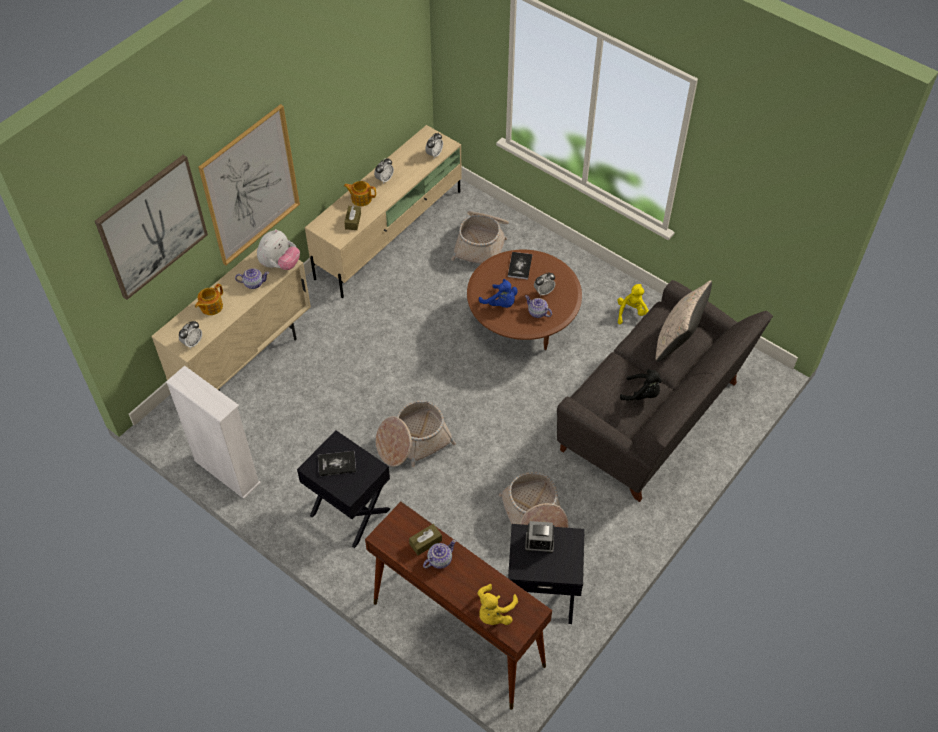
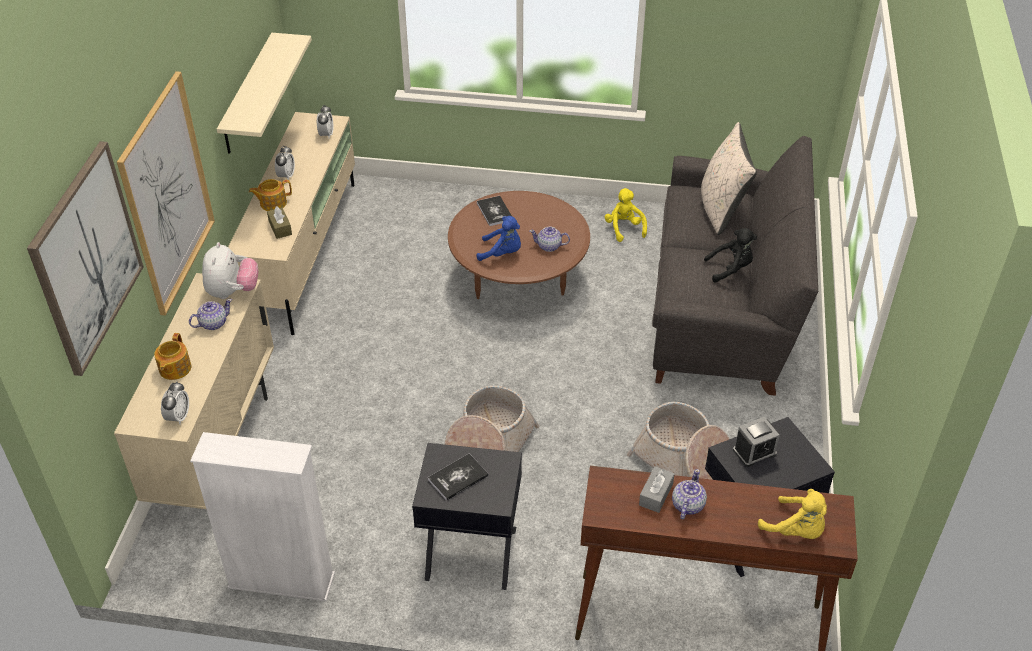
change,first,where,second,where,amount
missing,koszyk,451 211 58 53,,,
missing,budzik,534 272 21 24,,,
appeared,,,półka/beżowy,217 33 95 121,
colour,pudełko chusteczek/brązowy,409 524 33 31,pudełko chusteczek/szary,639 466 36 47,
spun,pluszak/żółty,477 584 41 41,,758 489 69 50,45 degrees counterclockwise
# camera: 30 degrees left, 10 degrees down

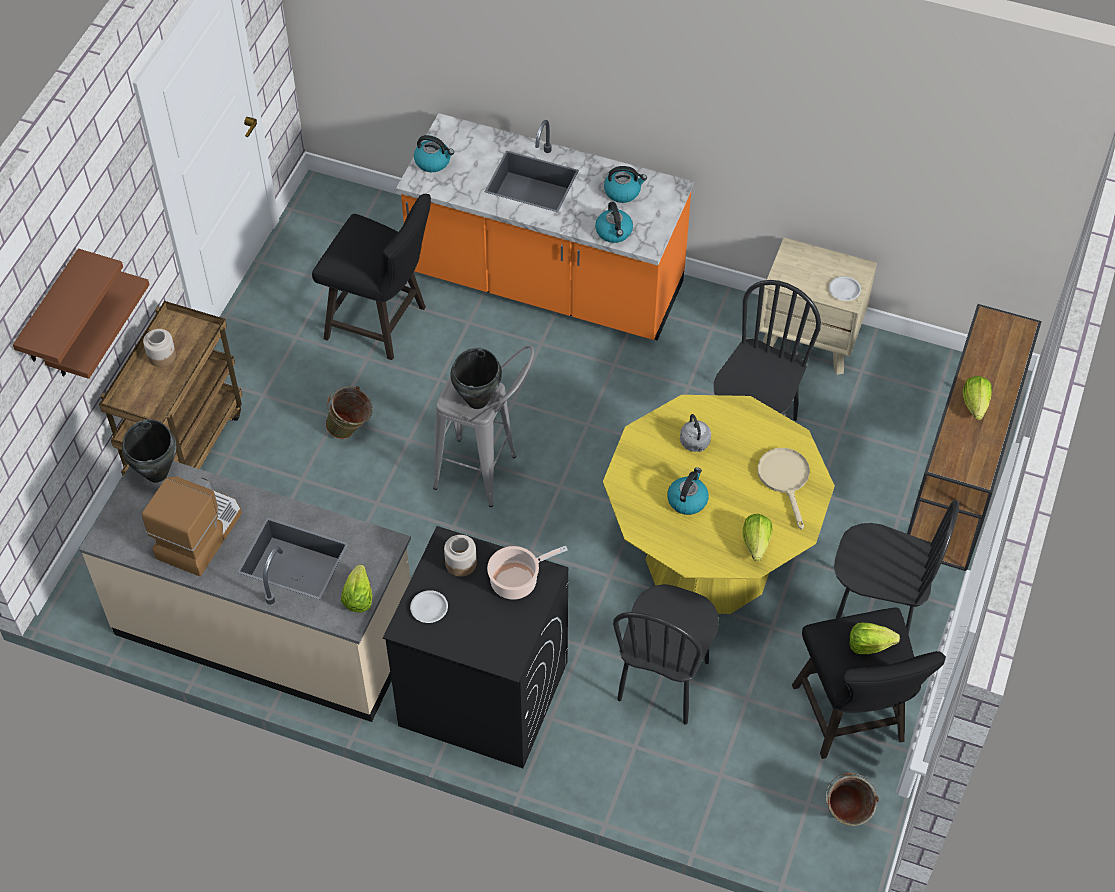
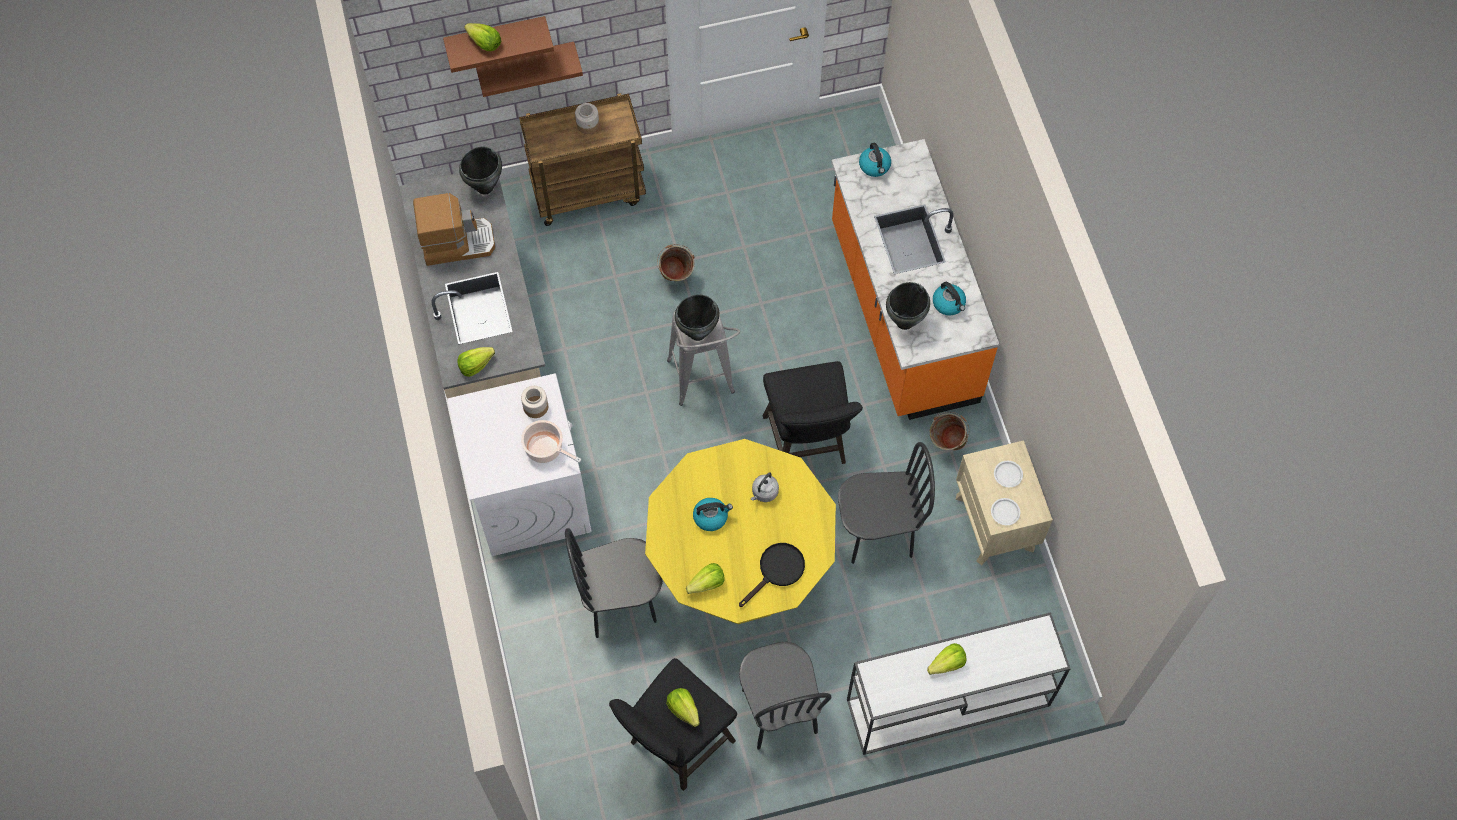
change,first,where,second,where,amount
appeared,,,sałata,464 23 37 28,
relocated,stołek/czarny,312 194 119 166,,762 361 101 103,
relocated,talerz/biały,410 590 38 33,,994 461 29 26,
relocated,wiadro/zielony,826 773 53 53,,930 412 39 39,
exchanged,czajnik,595 202 38 41,garnek/czarny,886 282 44 48,
colour,pralka/czarny,383 526 185 242,pralka/biały,447 374 145 182,
colour,patelnia/beżowy,757 448 53 82,patelnia/czarny,739 543 66 64,
colour,stolik konsolowy/brązowy,907 304 135 267,stolik konsolowy/biały,847 612 224 143,
# camera: 55 degrees right, 10 degrees up

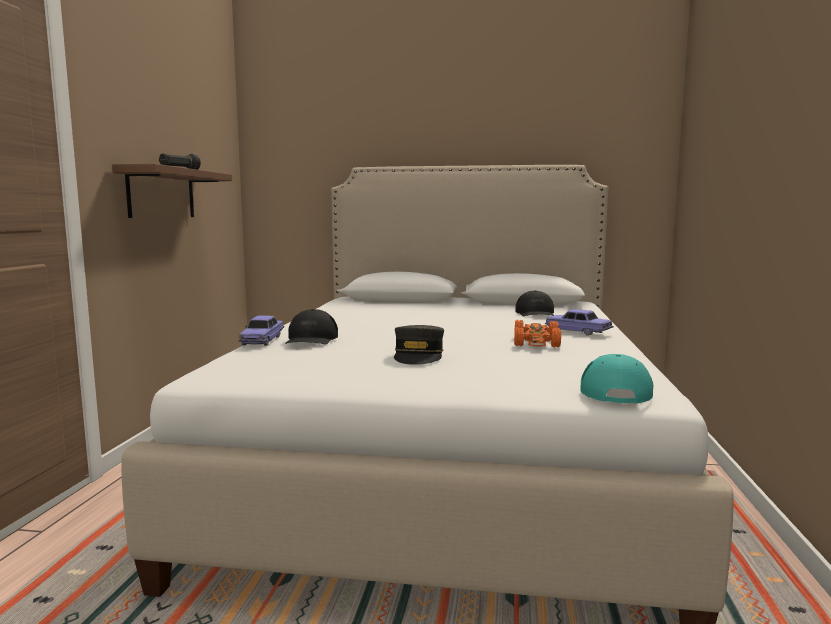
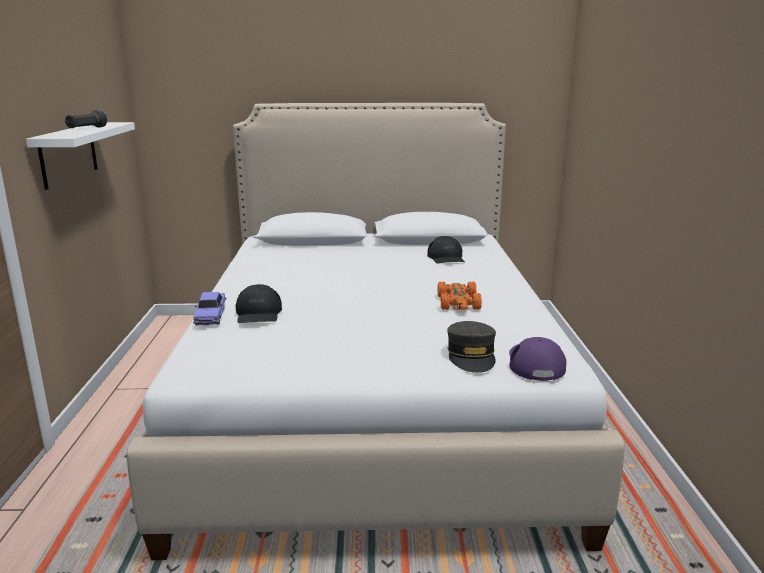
change,first,where,second,where,amount
missing,samochodzik,545 309 69 27,,,
relocated,czapka z daszkiem/szary,394 325 50 40,,447 321 49 52,
colour,półka/brązowy,112 164 120 54,półka/biały,26 122 109 68,
colour,czapka z daszkiem/turkusowy,580 354 74 50,czapka z daszkiem/fioletowy,509 337 58 44,
# camera: 10 degrees left, 10 degrees up

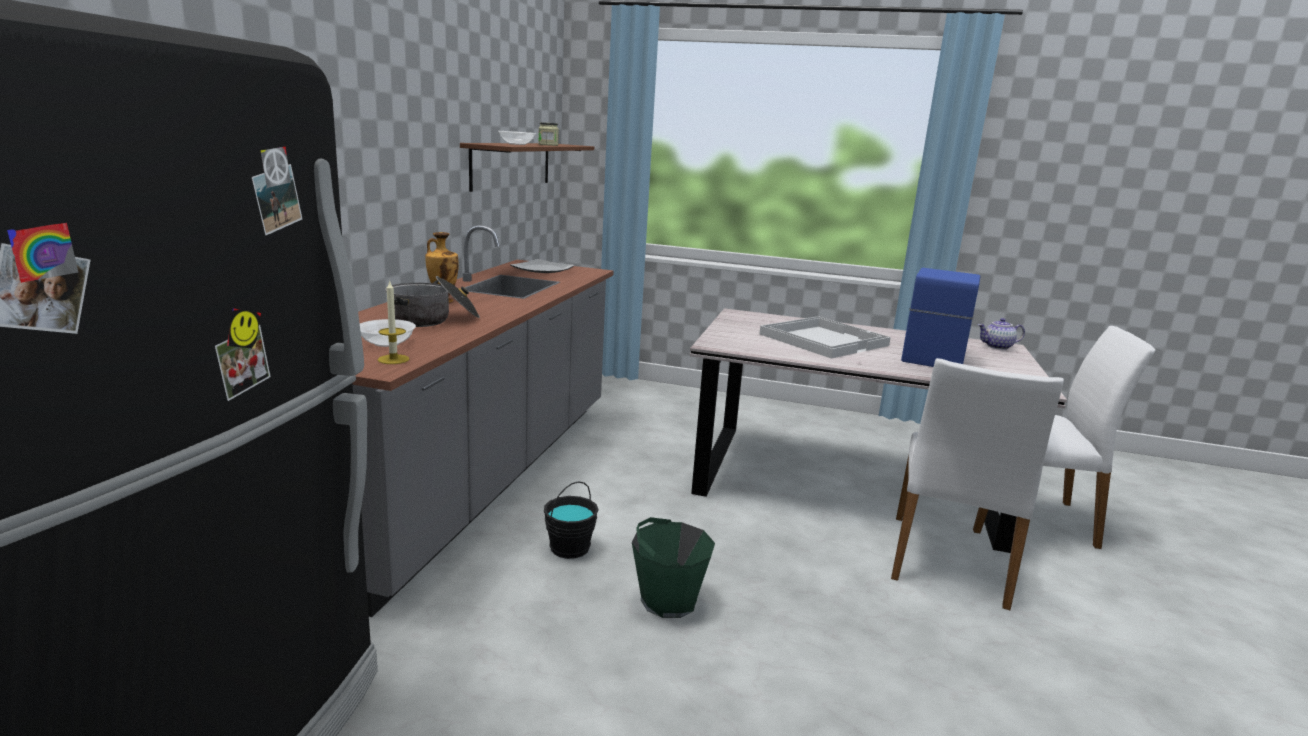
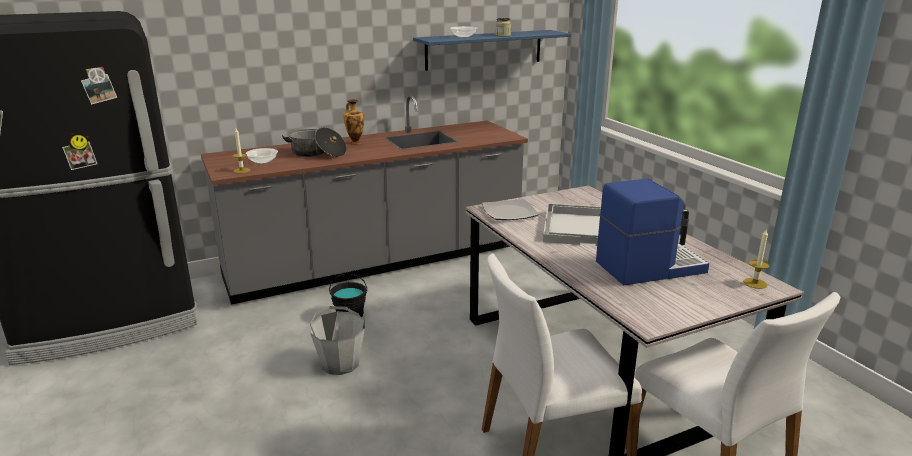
change,first,where,second,where,amount
relocated,talerz,510 259 65 14,,482 199 57 21,
exchanged,imbryk,978 318 47 32,świeca,743 230 27 59,
colour,półka/brązowy,460 143 134 49,półka/niebieski,413 30 158 41,
colour,wiadro/zielony,632 517 83 101,wiadro/szary,310 306 55 69,
# camera: 50 degrees right, 5 degrees up

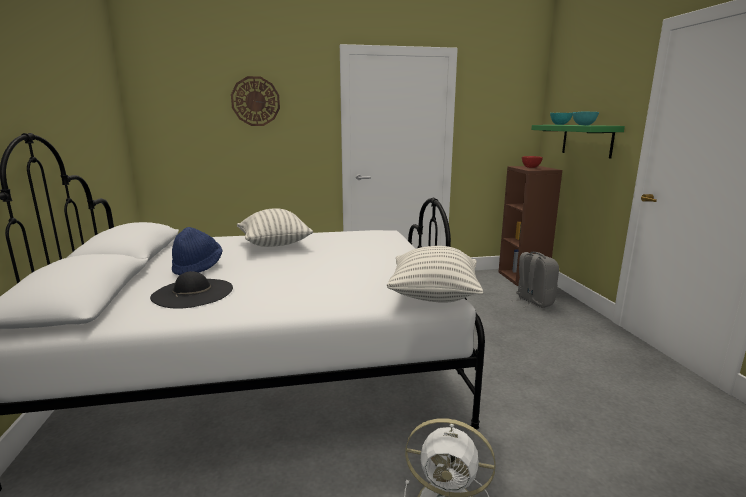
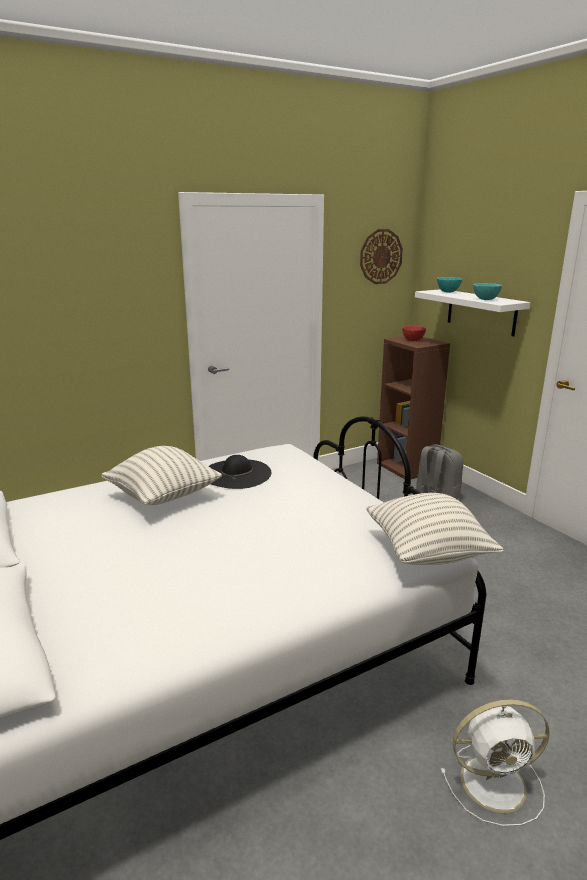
change,first,where,second,where,amount
missing,kapelusz/niebieski,172 227 50 48,,,
relocated,kapelusz/czarny,150 271 83 38,,208 455 63 34,
relocated,zegar ścienny,231 76 49 50,,360 229 43 55,
colour,półka/zielony,531 125 94 34,półka/biały,415 289 115 47,
# camera: 20 degrees left, 5 degrees up

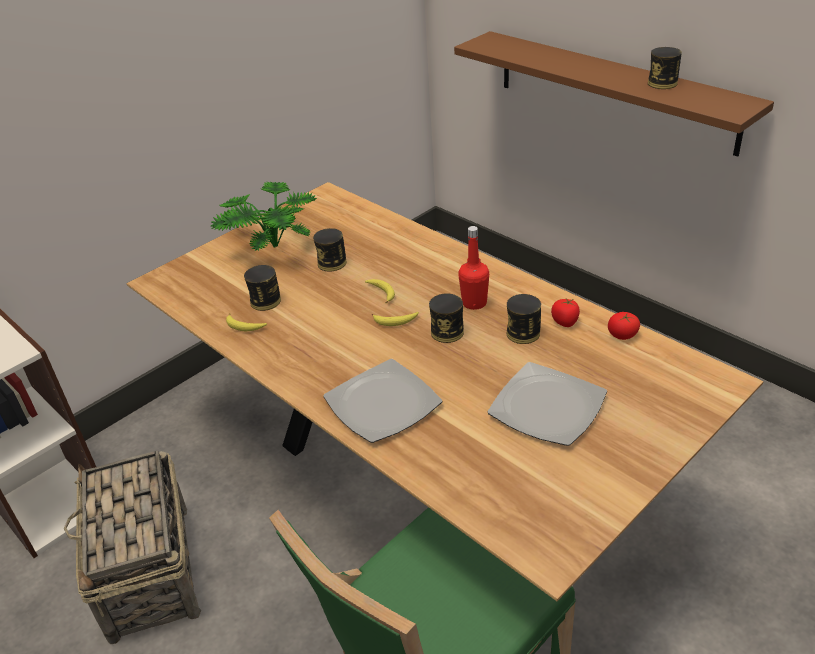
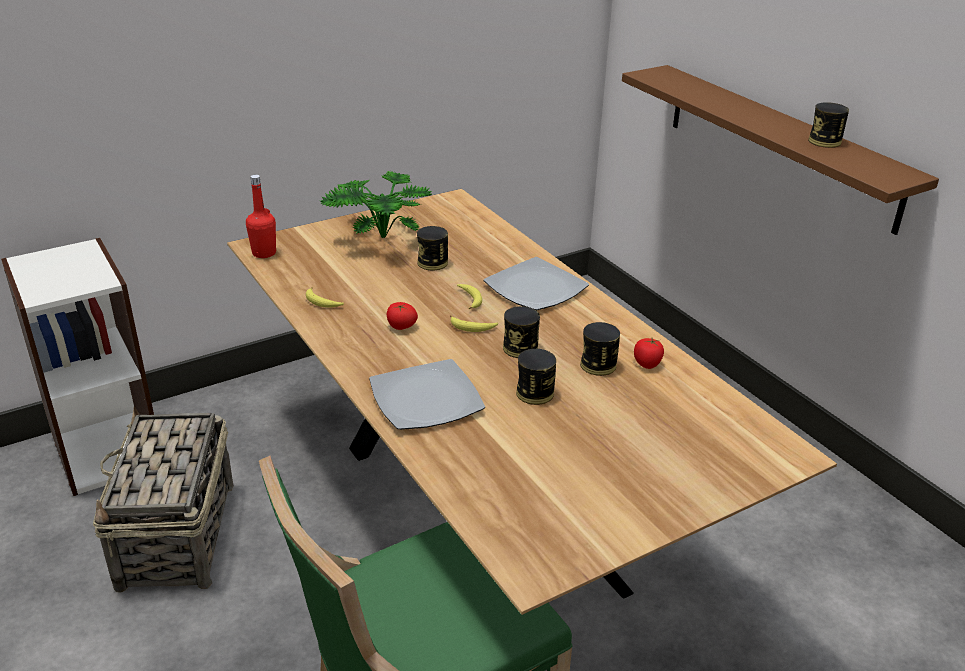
change,first,where,second,where,amount
relocated,puszka,244 265 37 46,,516 349 40 56,
relocated,butelka/czerwony,458 226 31 84,,246 174 30 84,
relocated,talerz,487 362 120 84,,484 257 105 53,
relocated,pomidor,608 312 32 28,,387 302 31 28,
# camera: 10 degrees right, 5 degrees down

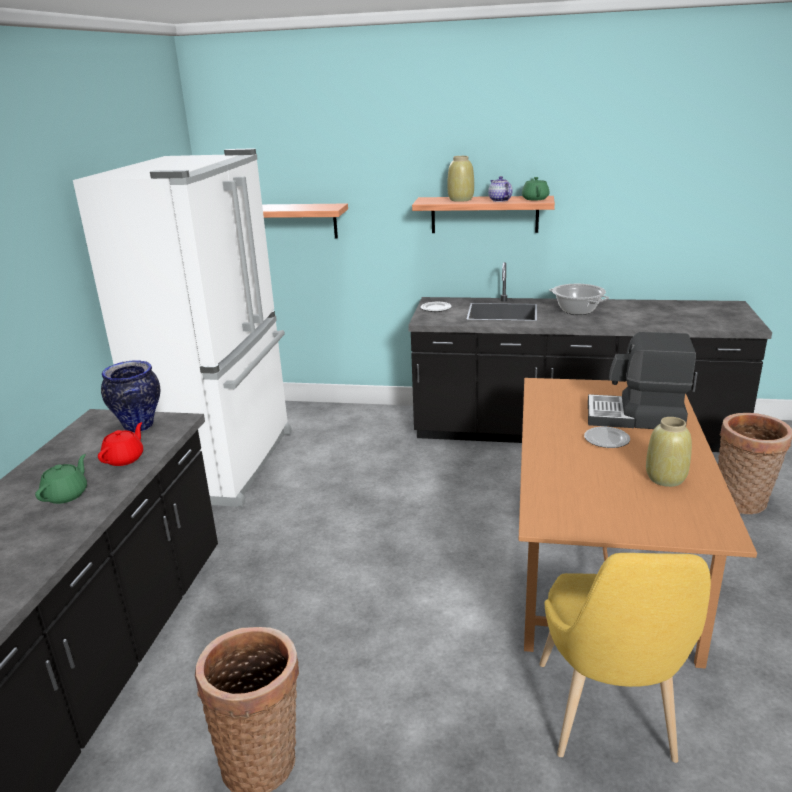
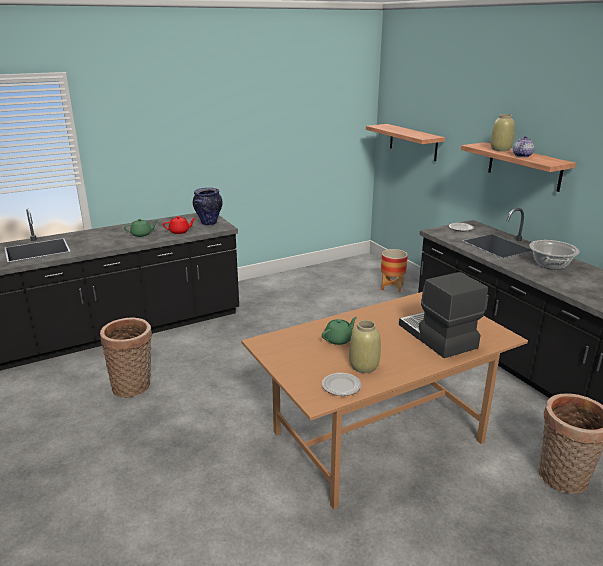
change,first,where,second,where,amount
missing,lodówka/biały,73 148 219 359,,,
missing,krzesło/żółty,539 553 172 210,,,
appeared,,,donica,381 249 27 43,
relocated,imbryk/zielony,522 177 28 23,,322 317 35 28,
relocated,talerz,584 427 46 21,,322 373 40 23,
# camera: 50 degrees right, 0 degrees up

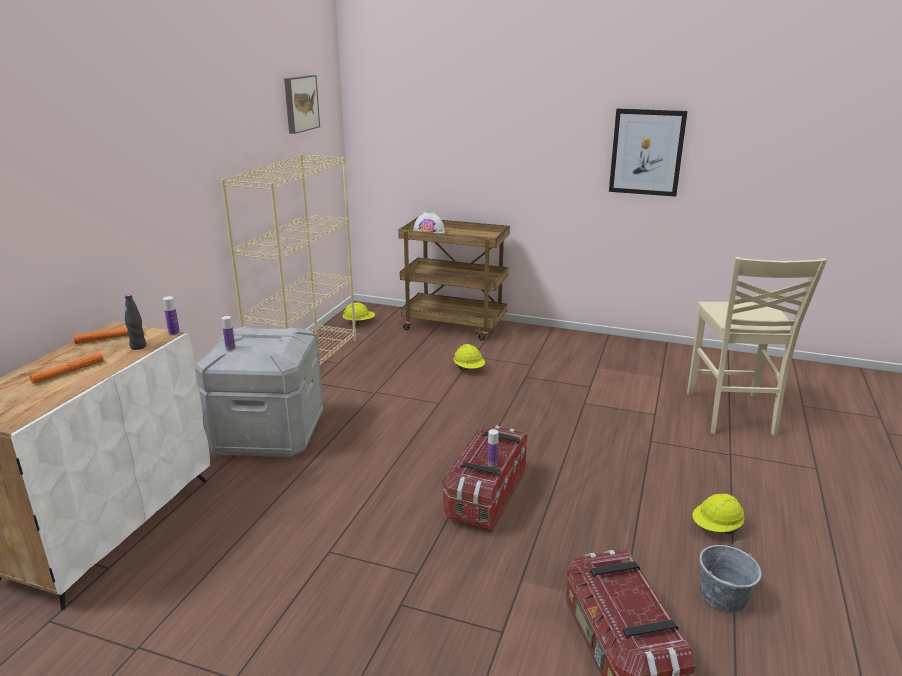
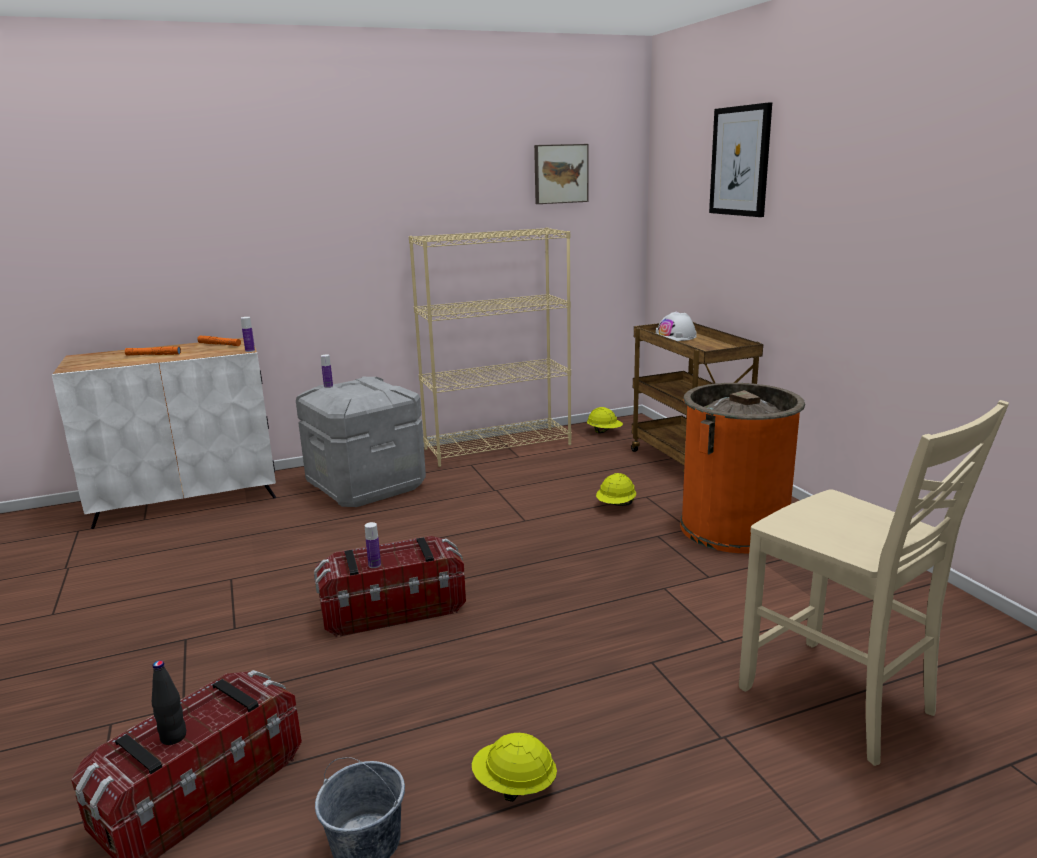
change,first,where,second,where,amount
appeared,,,kosz na śmieci/pomarańczowy,680 383 125 170,
relocated,butelka/czarny,125 294 21 56,,152 660 34 85,
relocated,obraz,609 108 79 89,,709 103 63 114,
spun,krzesło/beżowy,687 257 140 179,,739 400 270 366,90 degrees counterclockwise
# camera: 50 degrees right, 5 degrees down

